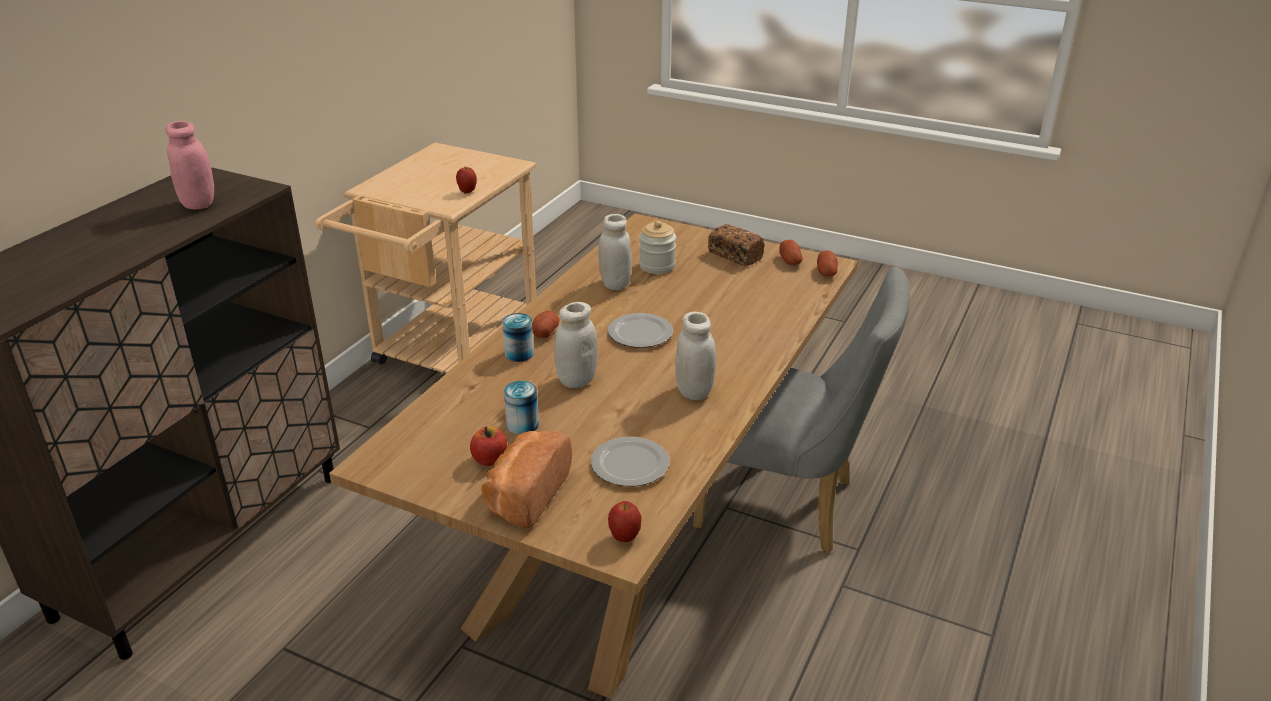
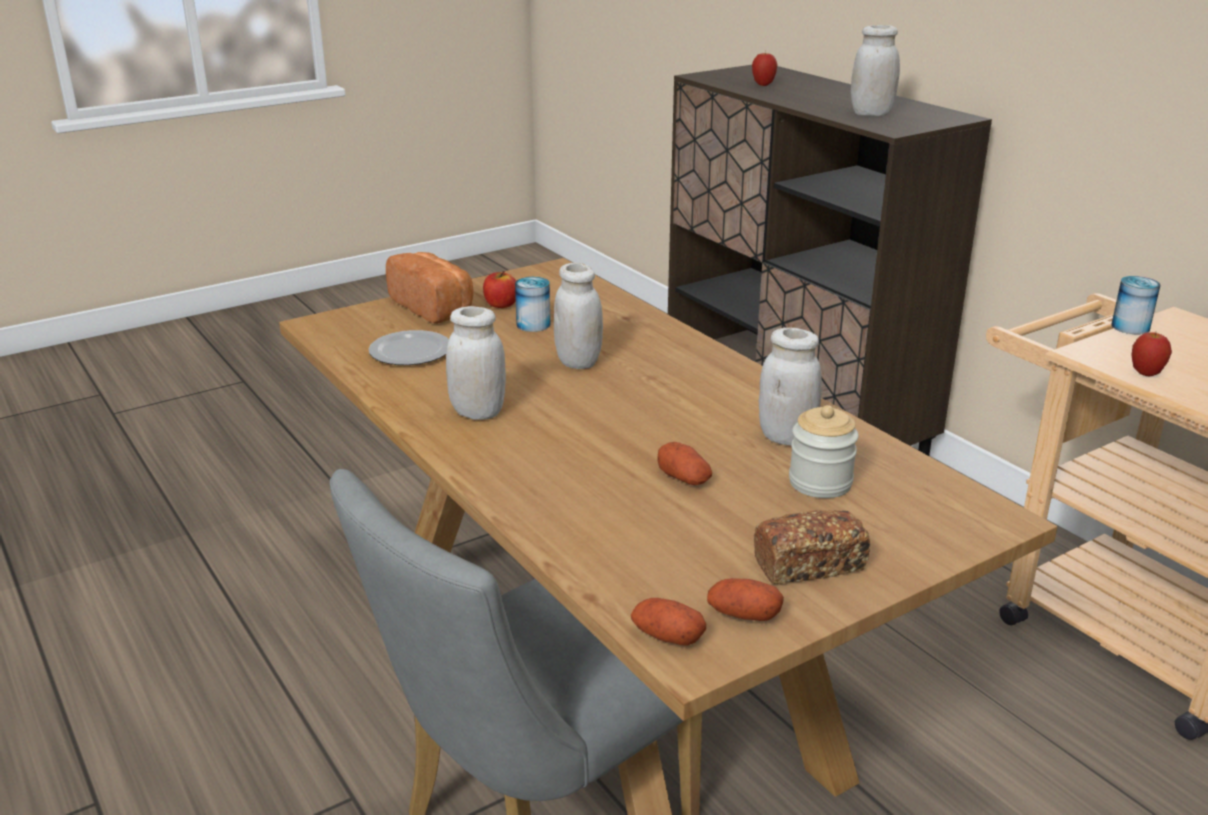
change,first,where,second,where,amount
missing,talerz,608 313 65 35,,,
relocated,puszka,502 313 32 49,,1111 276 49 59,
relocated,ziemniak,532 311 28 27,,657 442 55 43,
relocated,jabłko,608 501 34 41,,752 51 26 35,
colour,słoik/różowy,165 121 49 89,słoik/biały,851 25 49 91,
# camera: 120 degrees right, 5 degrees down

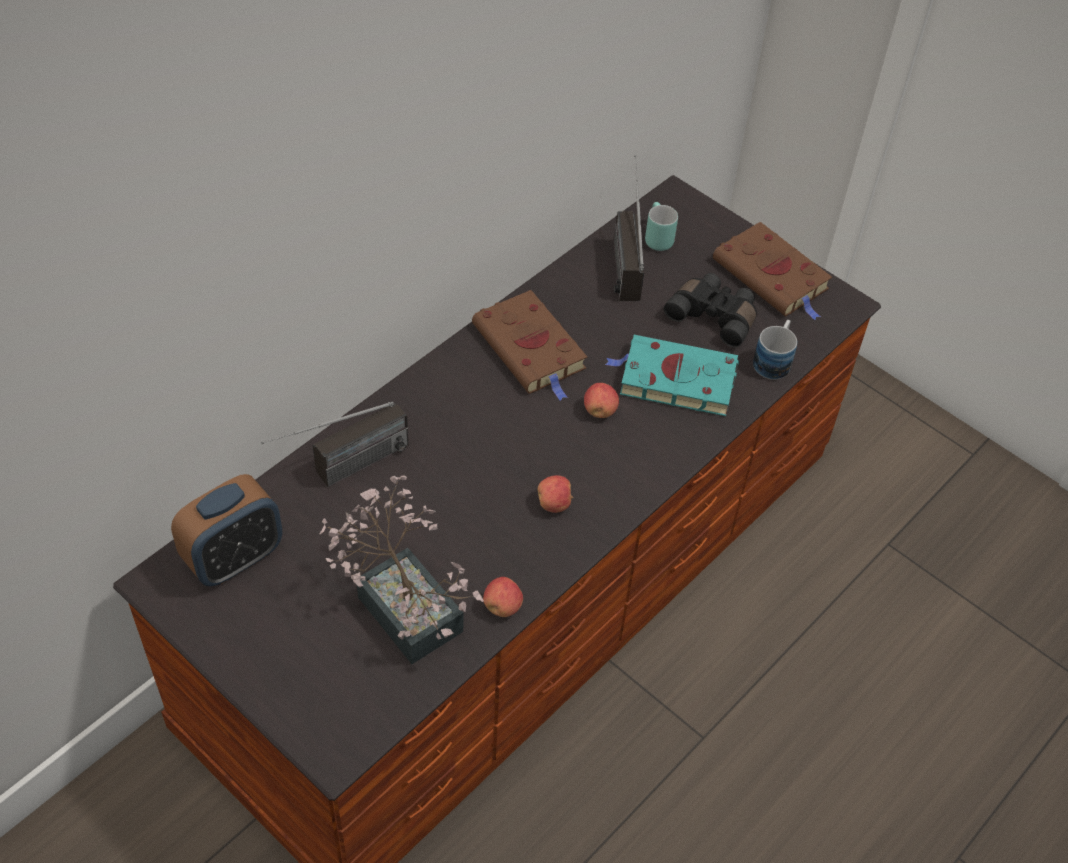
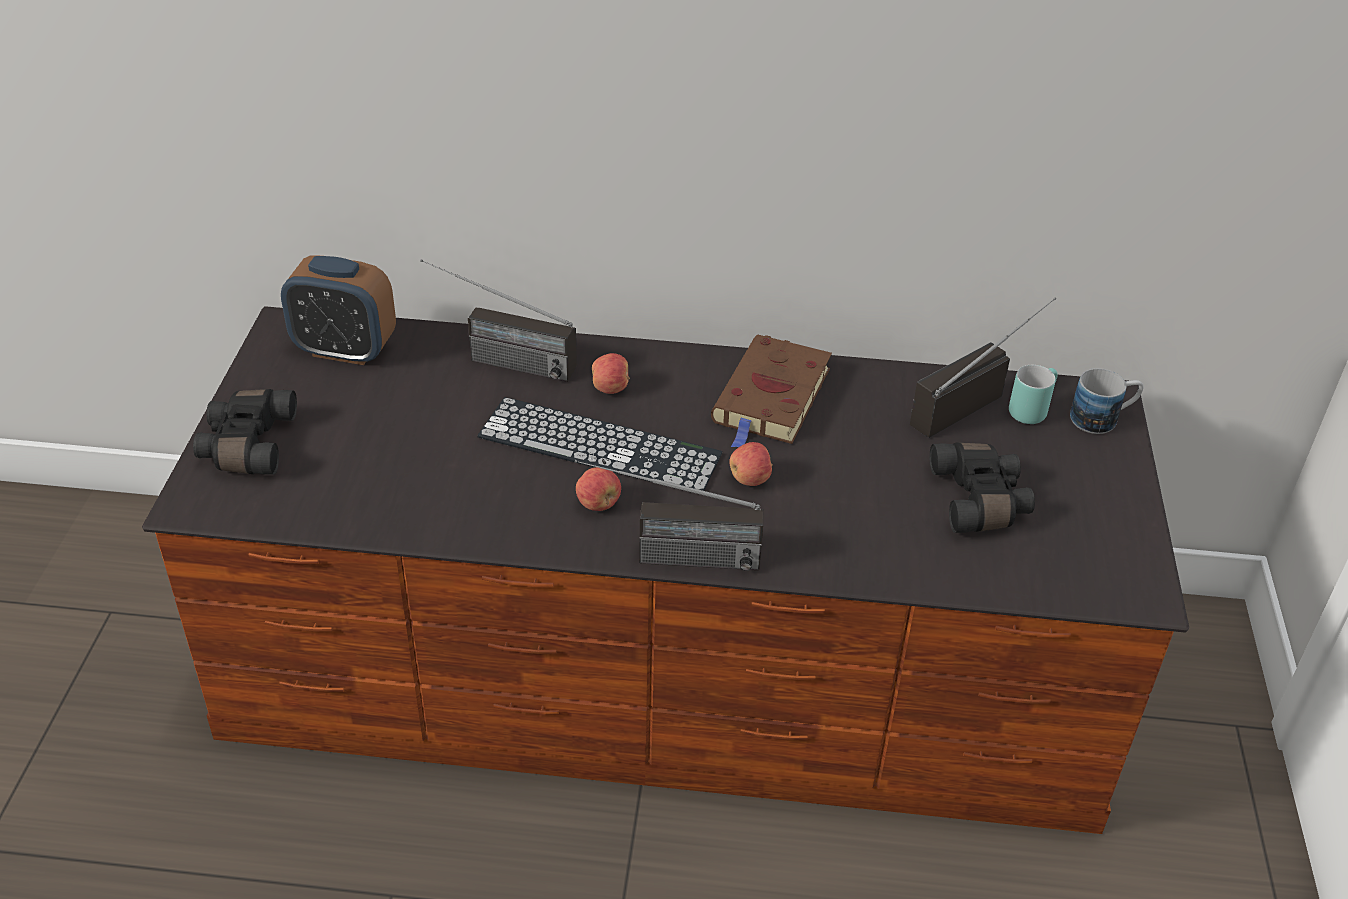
change,first,where,second,where,amount
missing,roślina doniczkowa,319 476 165 188,,,
missing,książka/turkusowy,605 335 134 81,,,
missing,książka/brązowy,713 222 119 98,,,
appeared,,,lornetka/czarny,193 389 104 86,
appeared,,,klawiatura,478 397 244 94,
appeared,,,radio,574 460 189 111,
relocated,jabłko,483 577 40 40,,592 353 38 41,
relocated,kubek,753 320 44 60,,1070 368 74 66,
# camera: 55 degrees right, 10 degrees down

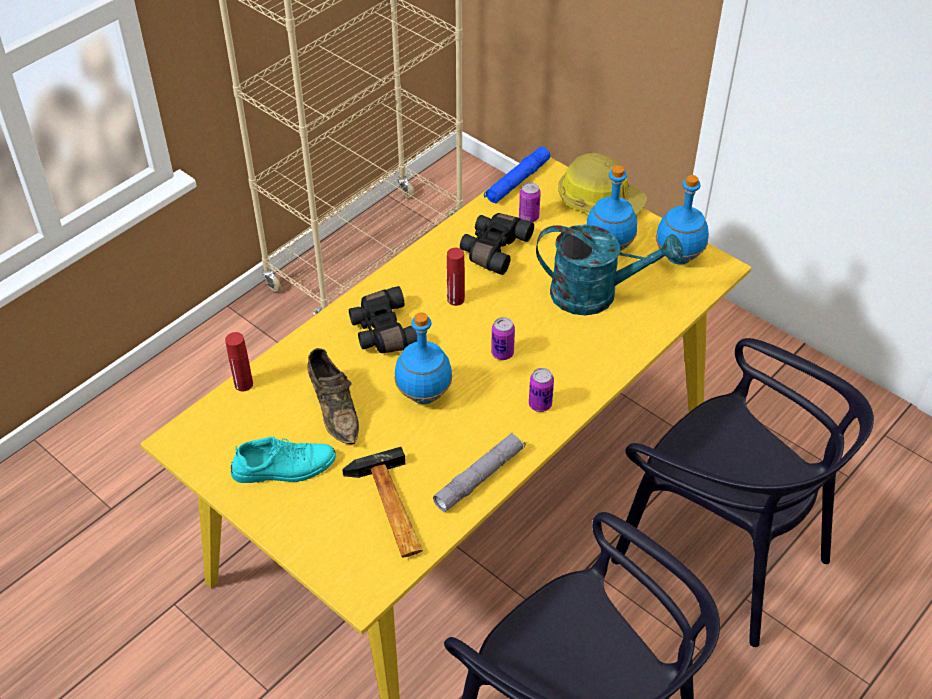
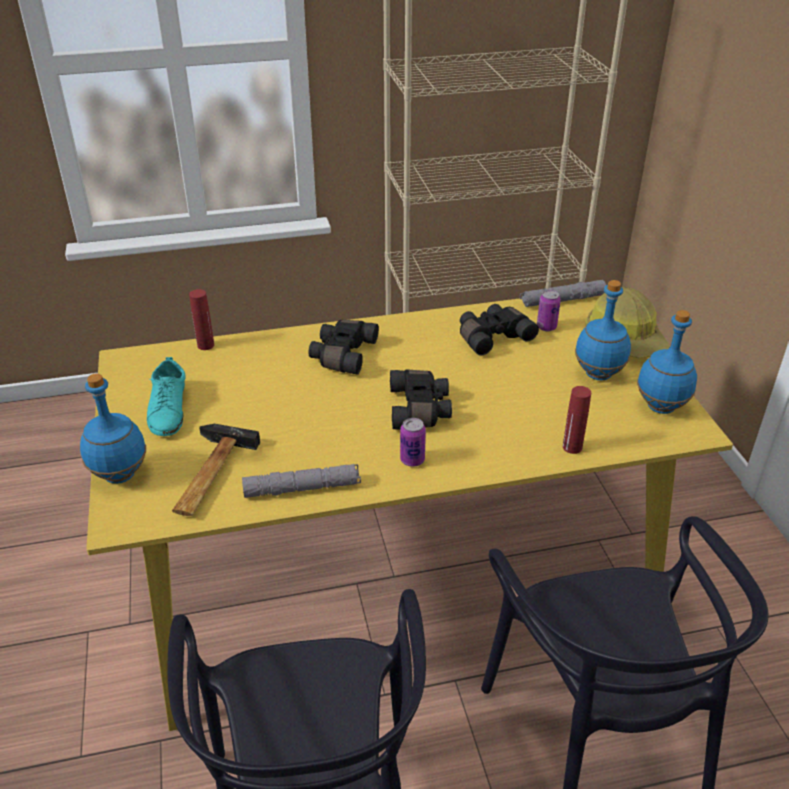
change,first,where,second,where,amount
missing,but/brązowy,307 348 52 96,,,
missing,konewka/turkusowy,536 224 147 92,,,
relocated,butelka/niebieski,394 313 58 91,,80 374 66 110,
relocated,butelka/czerwony,447 248 18 58,,563 386 28 68,
exchanged,puszka,491 317 24 43,lornetka/czarny,390 369 62 60,
colour,latarka/niebieski,484 147 67 56,latarka/szary,520 280 86 27,
spun,but/turkusowy,231 437 105 46,,147 357 39 79,60 degrees clockwise
# camera: 35 degrees right, 10 degrees down

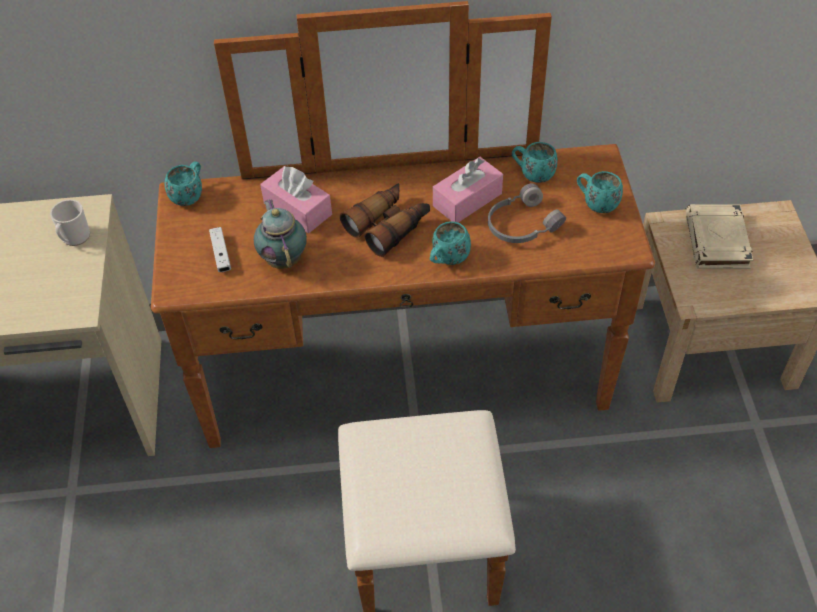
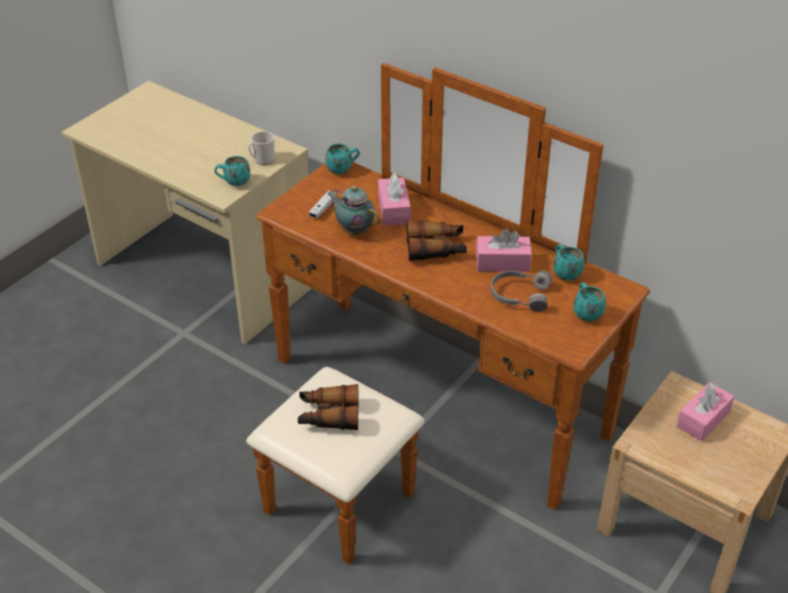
change,first,where,second,where,amount
appeared,,,lornetka,298 384 61 46,
relocated,kubek/turkusowy,430 221 41 44,,214 156 36 30,
exchanged,książka/beżowy,685 204 68 65,pudełko chusteczek/różowy,677 382 57 59,
spun,imbryk,254 199 53 70,,327 186 53 49,75 degrees counterclockwise
# camera: 40 degrees right, 10 degrees down

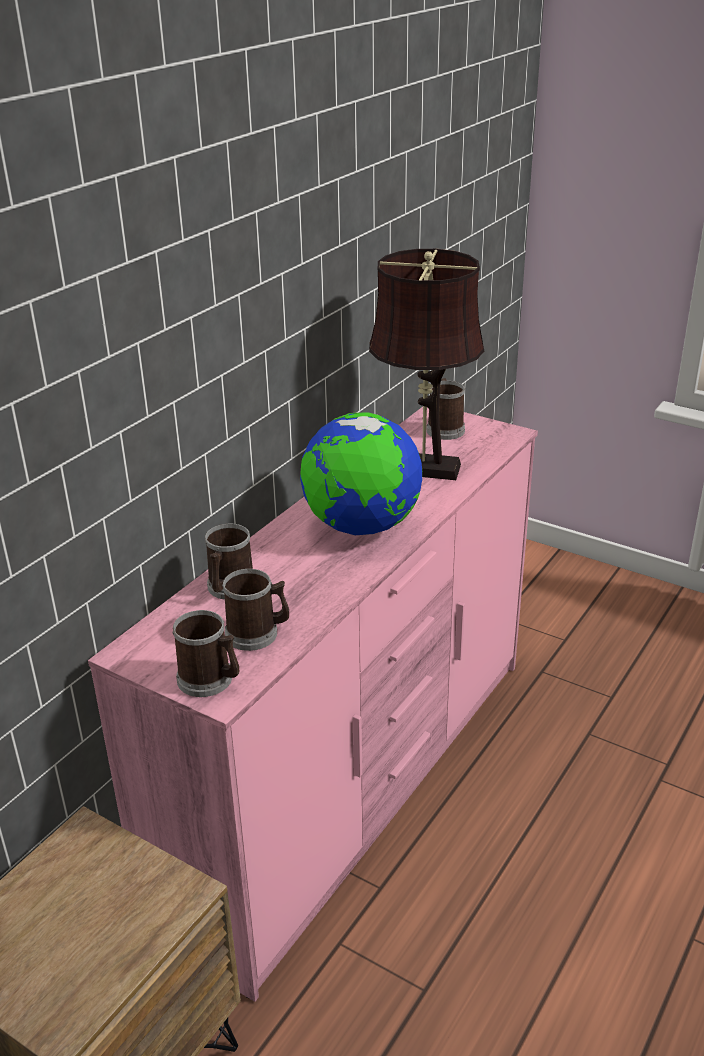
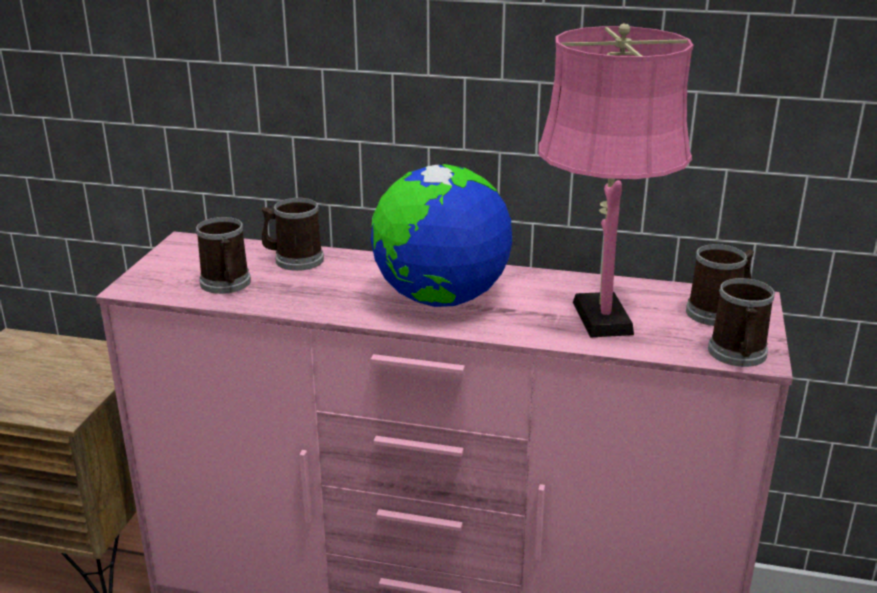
change,first,where,second,where,amount
relocated,kubek,172 610 68 87,,708 278 67 89,
colour,lampa stołowa/brązowy,369 249 115 231,lampa stołowa/różowy,539 23 154 315,
# camera: 70 degrees right, 5 degrees down

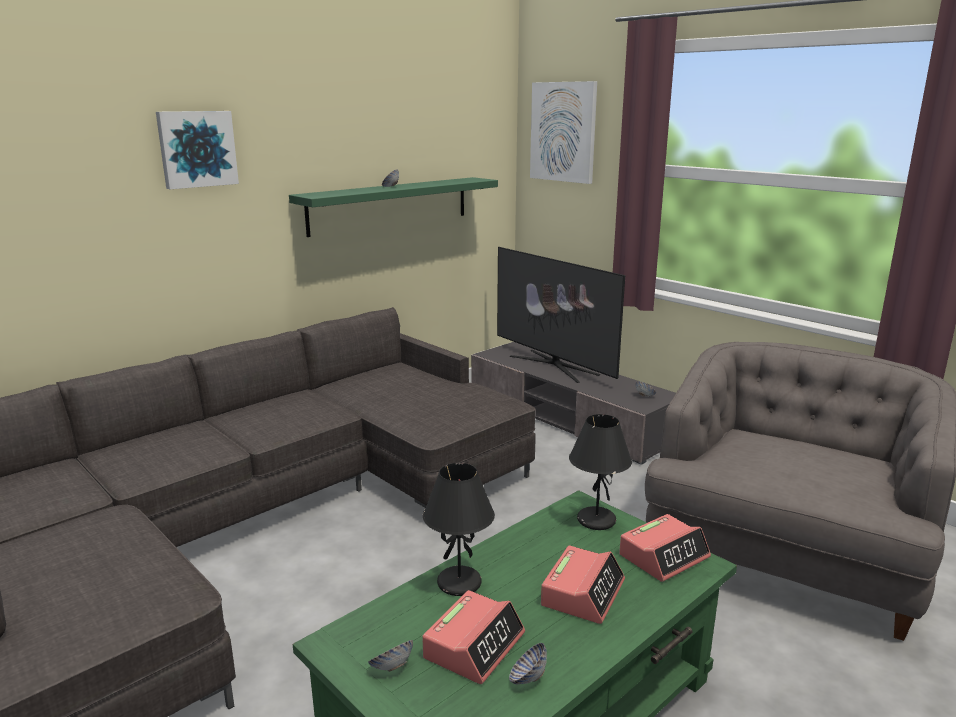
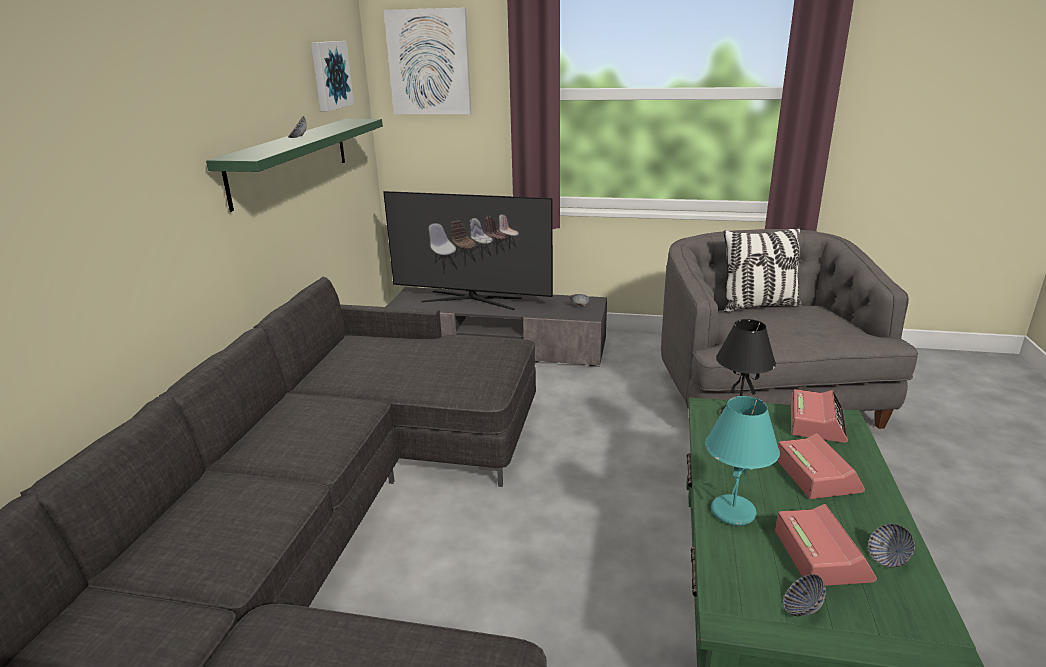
change,first,where,second,where,amount
appeared,,,poduszka,723 227 79 85,
relocated,obraz,156 111 83 78,,311 41 43 70,
colour,lampa stołowa/czarny,423 463 72 133,lampa stołowa/turkusowy,705 396 75 130,
# camera: 35 degrees left, 5 degrees up

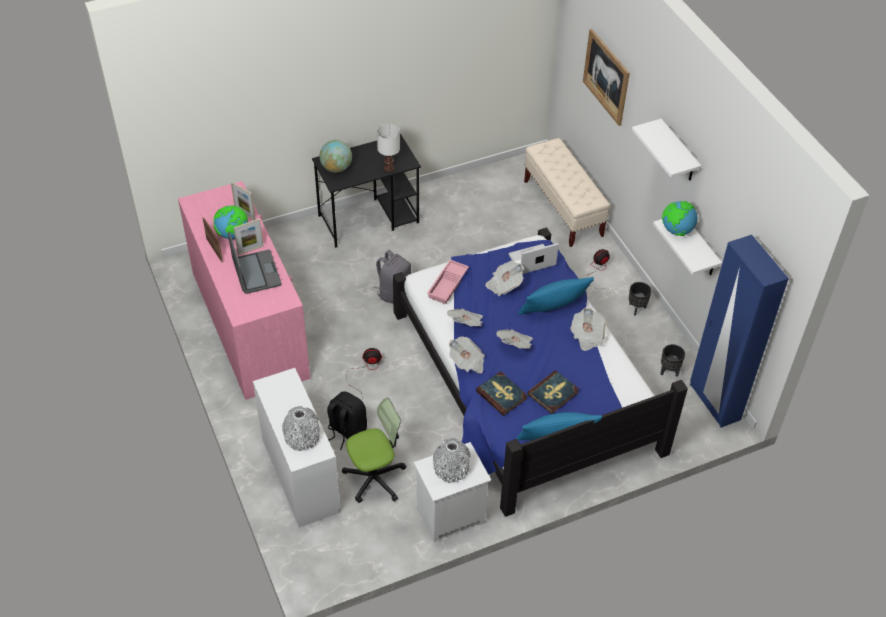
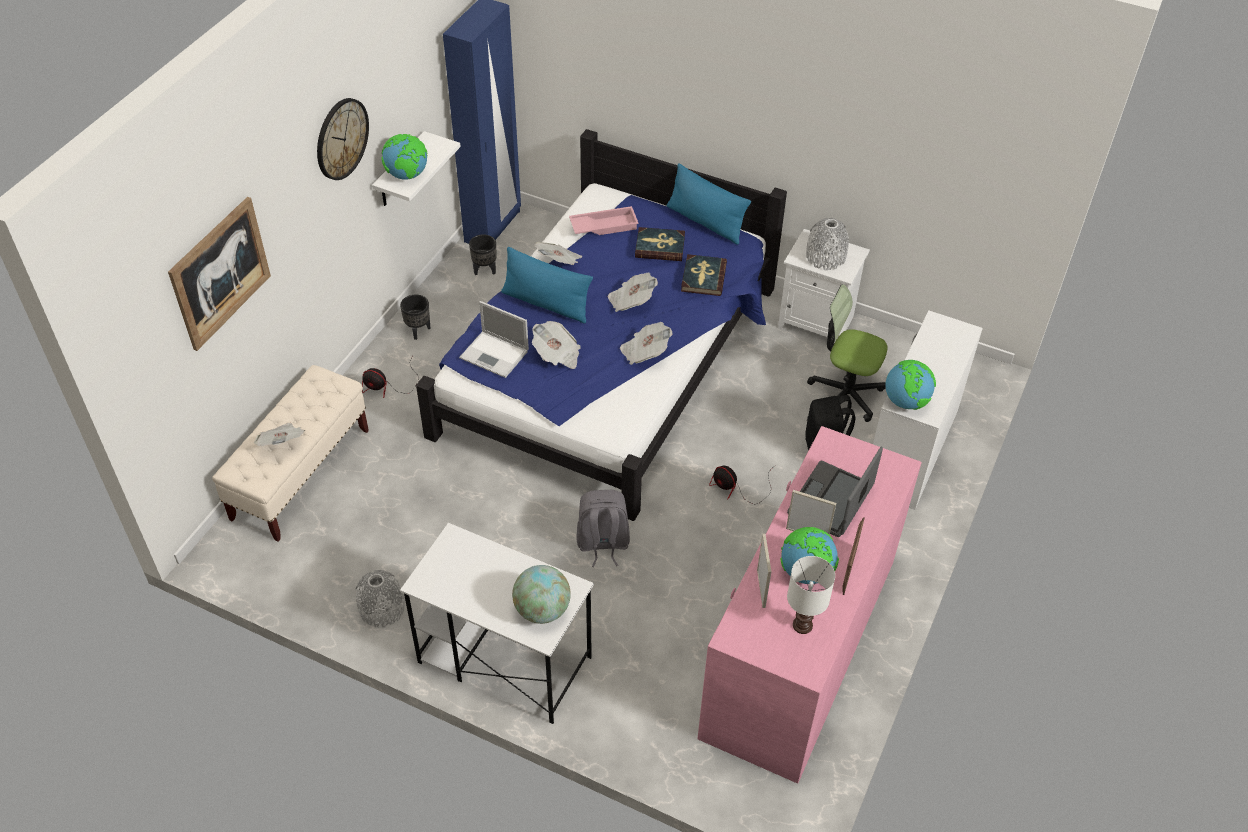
change,first,where,second,where,amount
appeared,,,globus,886 360 50 50,
relocated,wazon/szary,282 406 38 45,,356 570 49 58,
relocated,lampa stołowa/biały,377 124 23 48,,787 556 48 78,
relocated,taca/różowy,427 260 42 44,,569 206 70 29,
relocated,gazeta,449 337 36 37,,254 423 51 23,
exchanged,półka/biały,632 119 69 62,zegar ścienny,317 98 52 82,
colour,biurko/czarny,312 134 109 114,biurko/biały,400 523 194 201,
# camera: 130 degrees left, 0 degrees up

